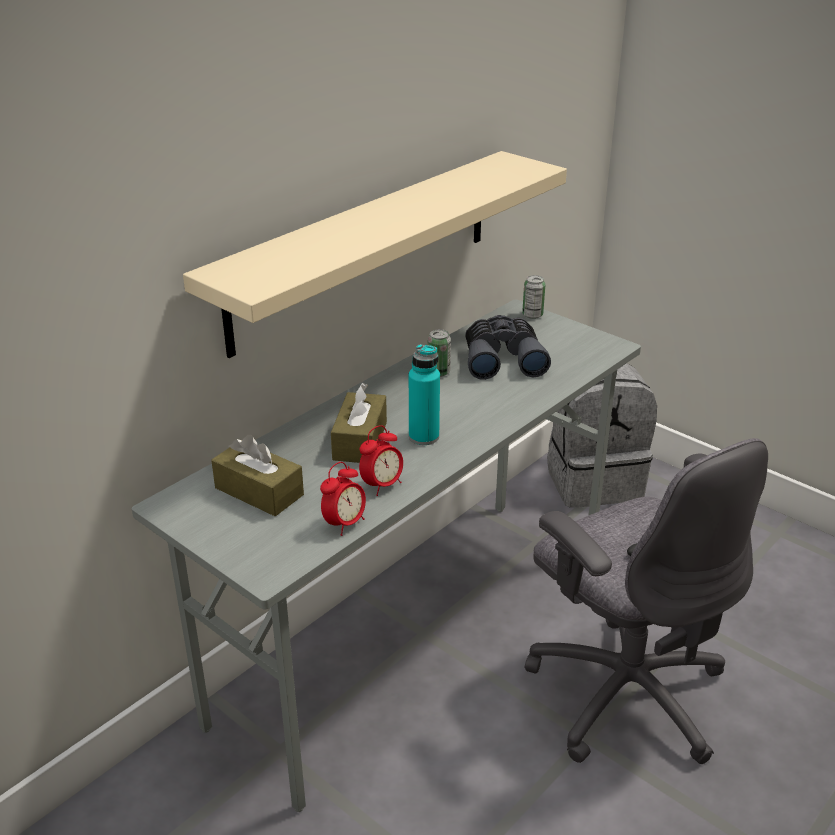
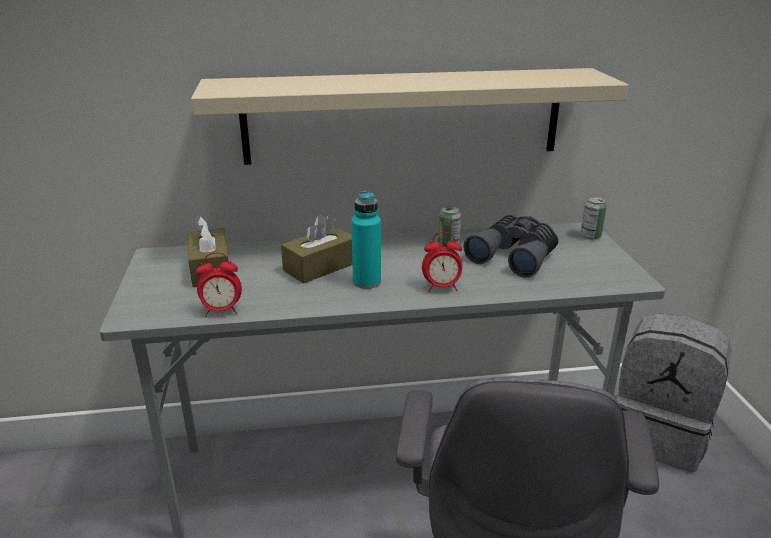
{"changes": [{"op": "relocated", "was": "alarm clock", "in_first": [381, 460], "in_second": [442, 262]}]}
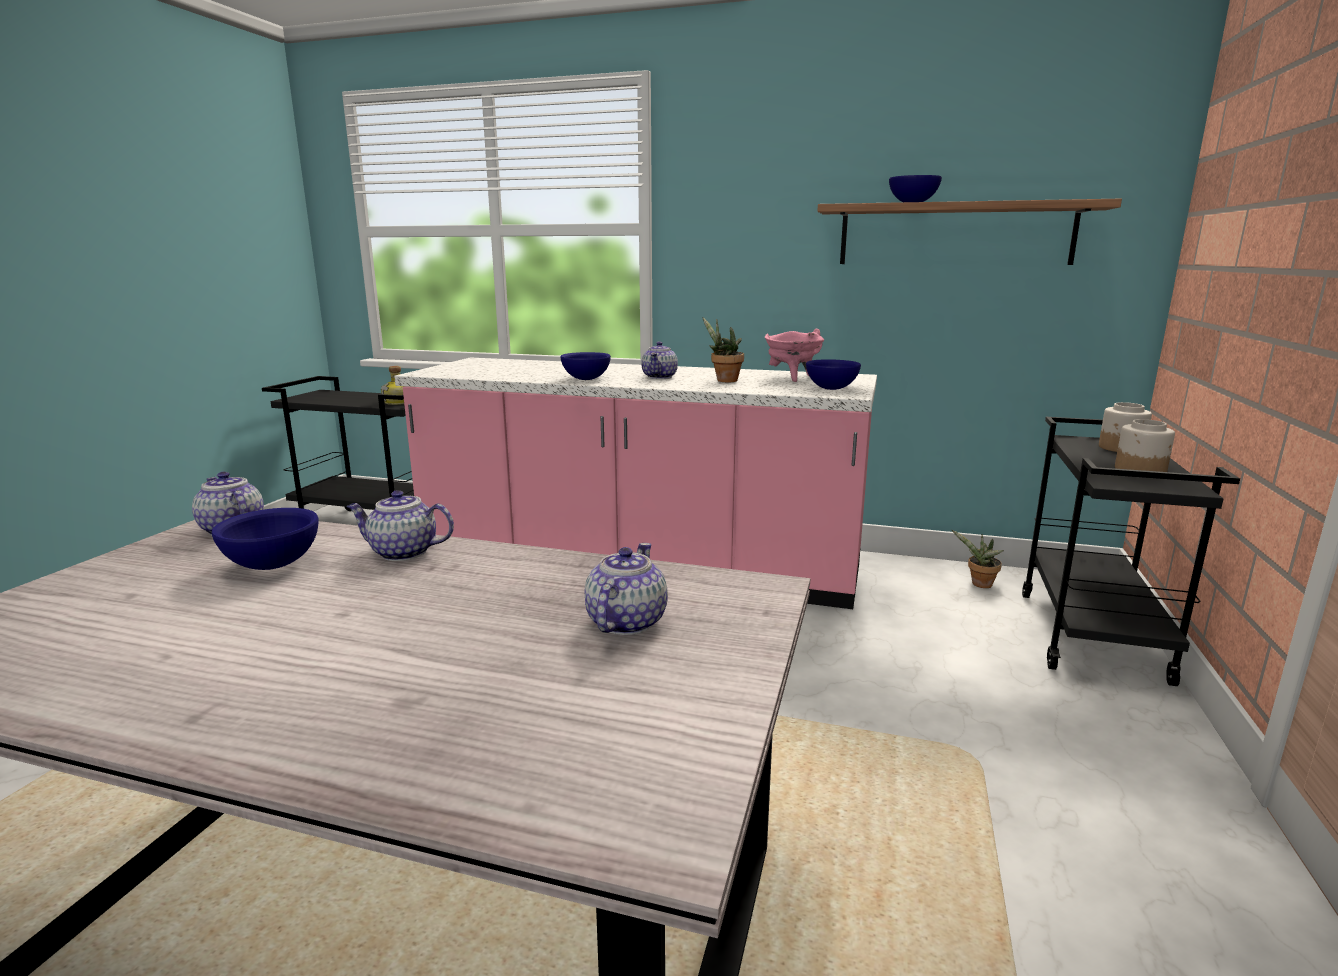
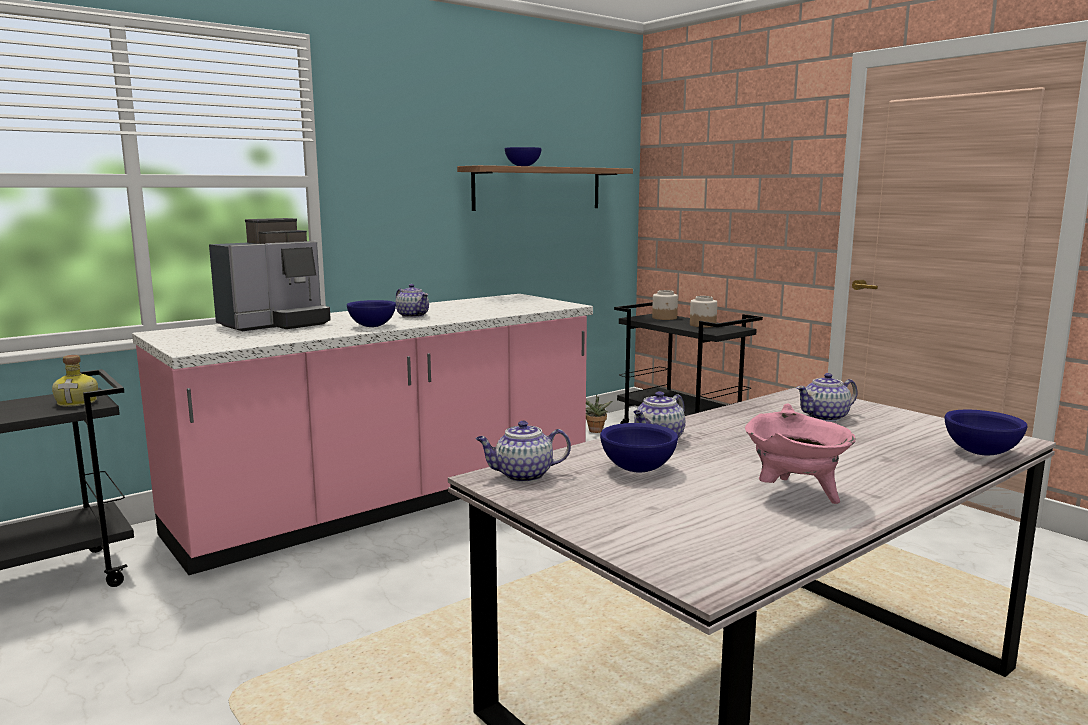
{"changes": [{"op": "appeared", "now": "coffee machine", "in_second": [270, 274]}, {"op": "relocated", "was": "pink cooking pot", "in_first": [794, 355], "in_second": [800, 454]}, {"op": "spun", "was": "teapot", "in_first": [626, 589], "in_second": [826, 397], "clockwise": -75}, {"op": "relocated", "was": "blue bowl", "in_first": [833, 374], "in_second": [986, 432]}, {"op": "missing", "was": "potted plant", "in_first": [723, 350]}]}
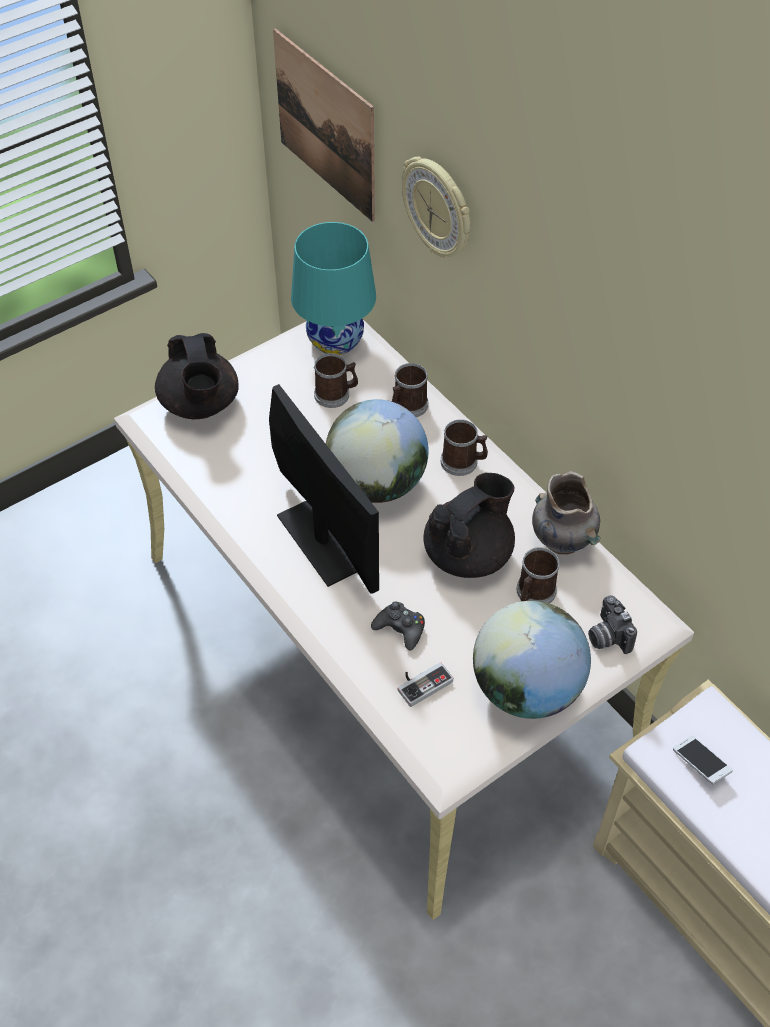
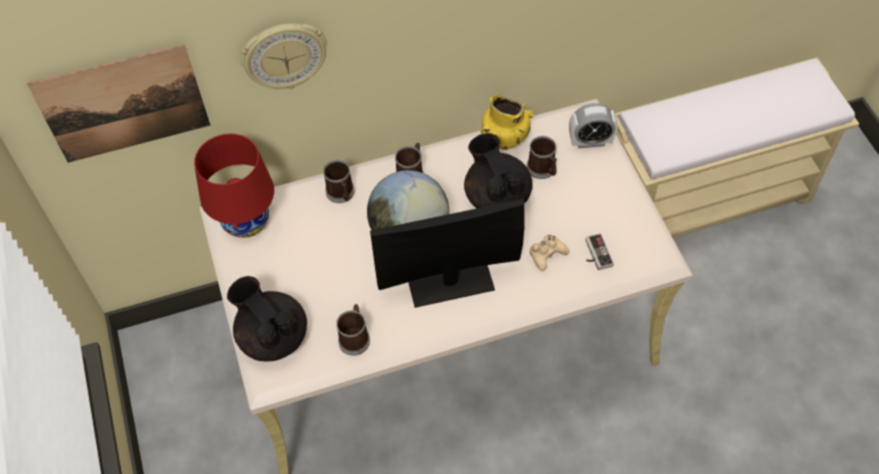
{"changes": [{"op": "colour", "was": "turquoise table lamp", "now": "red table lamp", "in_first": [333, 288], "in_second": [234, 185]}, {"op": "spun", "was": "black teapot", "in_first": [197, 376], "in_second": [267, 319], "clockwise": -135}, {"op": "relocated", "was": "mug", "in_first": [336, 380], "in_second": [353, 330]}, {"op": "colour", "was": "grey vase", "now": "yellow vase", "in_first": [566, 513], "in_second": [507, 121]}, {"op": "colour", "was": "black game controller", "now": "beige game controller", "in_first": [398, 626], "in_second": [549, 253]}, {"op": "exchanged", "was": "photo camera", "now": "alarm clock", "in_first": [612, 624], "in_second": [593, 125]}, {"op": "missing", "was": "globe", "in_first": [532, 660]}, {"op": "missing", "was": "phone", "in_first": [703, 759]}]}
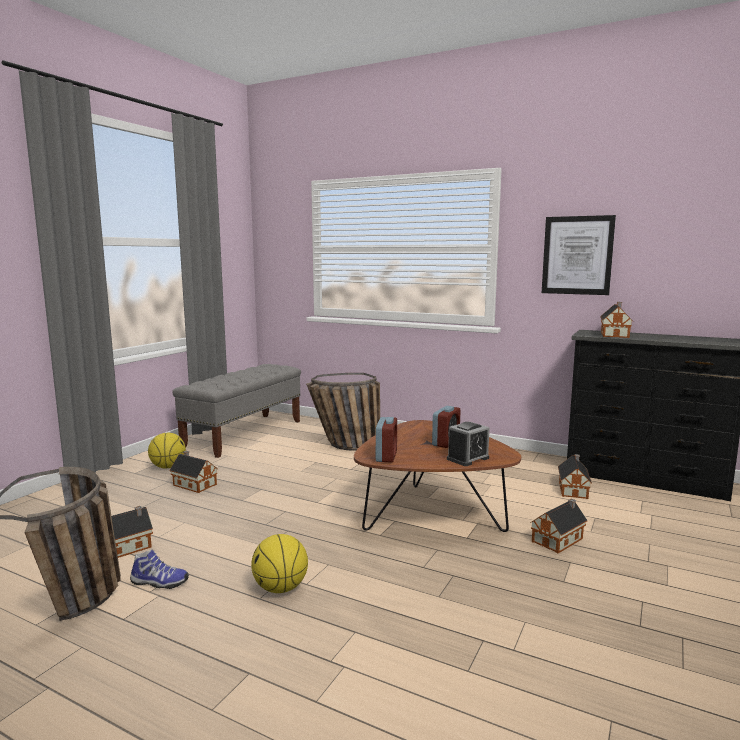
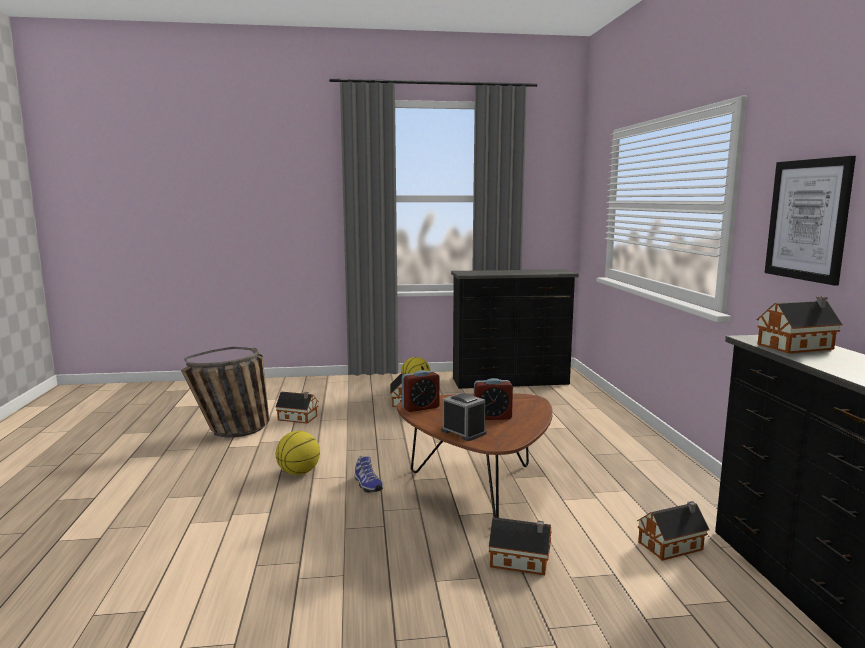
{"changes": [{"op": "relocated", "was": "shoe", "in_first": [159, 569], "in_second": [369, 474]}, {"op": "spun", "was": "alarm clock", "in_first": [468, 444], "in_second": [464, 417], "clockwise": -150}, {"op": "exchanged", "was": "grey bench", "now": "black dresser", "in_first": [236, 411], "in_second": [515, 329]}, {"op": "missing", "was": "basket", "in_first": [343, 411]}]}
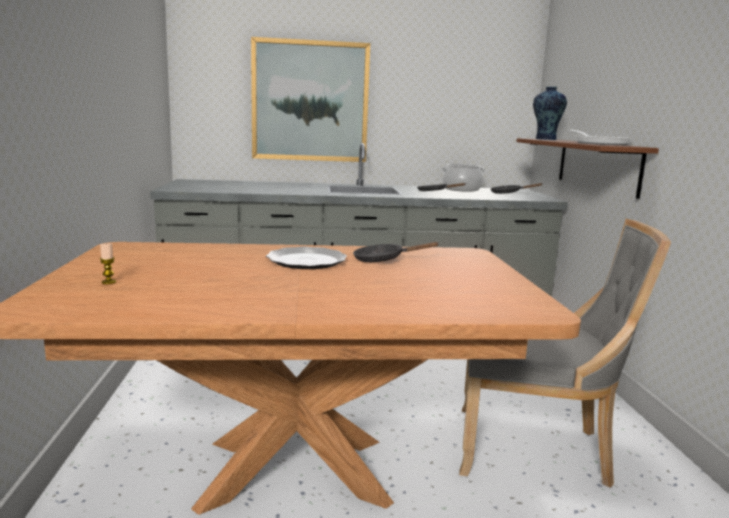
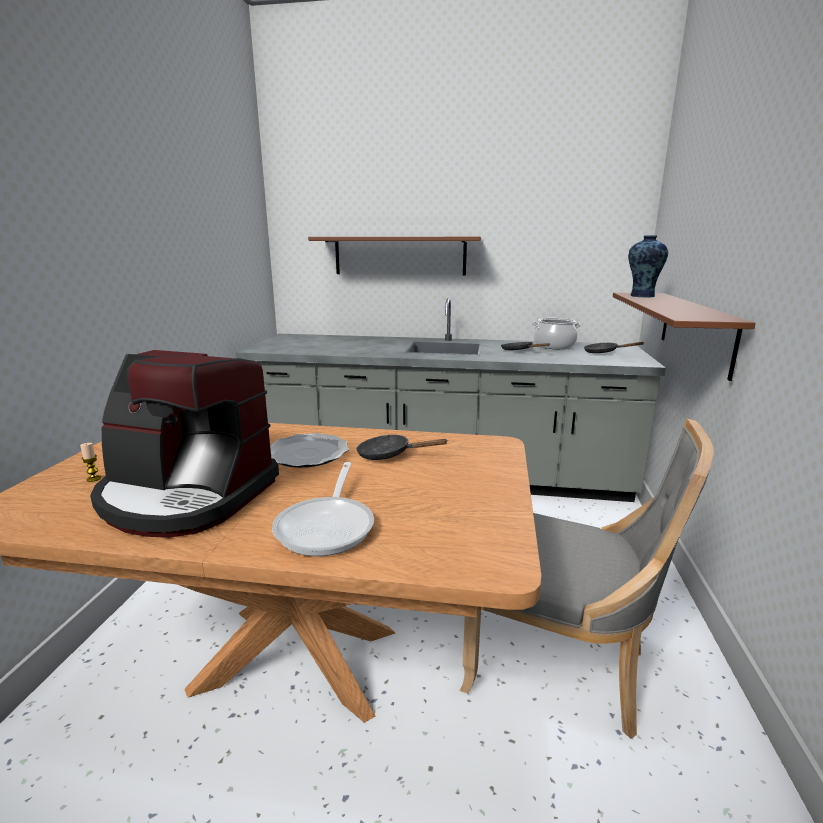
{"changes": [{"op": "appeared", "now": "coffee machine", "in_second": [184, 444]}, {"op": "relocated", "was": "frying pan", "in_first": [601, 137], "in_second": [323, 509]}, {"op": "exchanged", "was": "picture", "now": "brown shelf", "in_first": [310, 99], "in_second": [394, 256]}]}
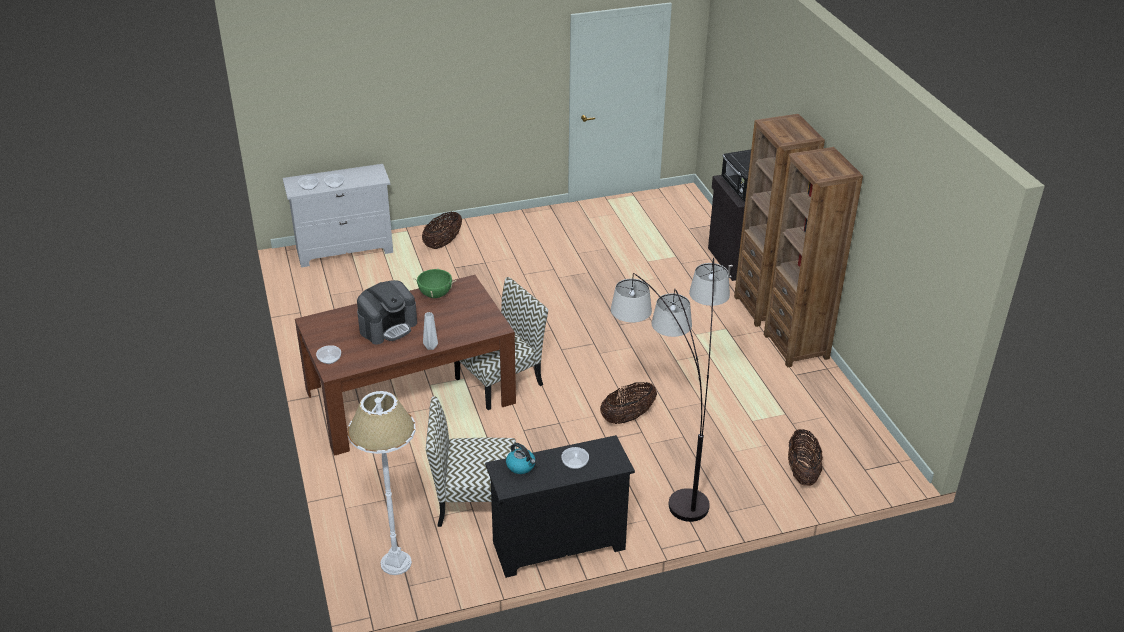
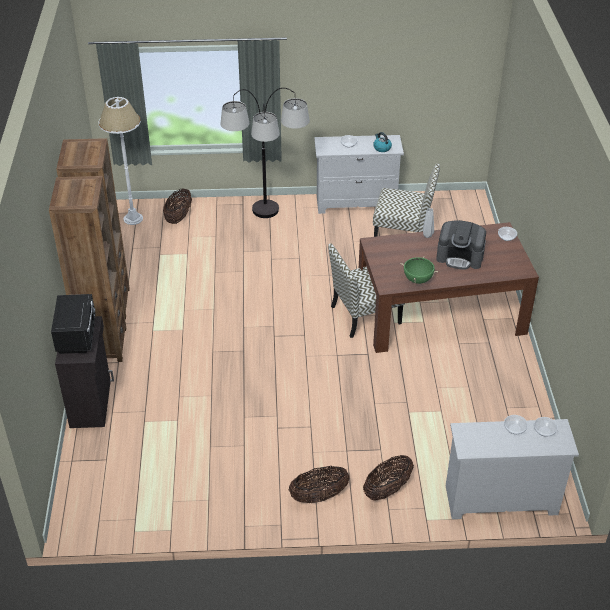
{"changes": [{"op": "relocated", "was": "white floor lamp", "in_first": [382, 483], "in_second": [120, 161]}, {"op": "relocated", "was": "basket", "in_first": [628, 403], "in_second": [319, 484]}, {"op": "colour", "was": "black dresser", "now": "white dresser", "in_first": [560, 506], "in_second": [359, 174]}, {"op": "spun", "was": "coffee machine", "in_first": [387, 312], "in_second": [461, 245], "clockwise": -135}]}
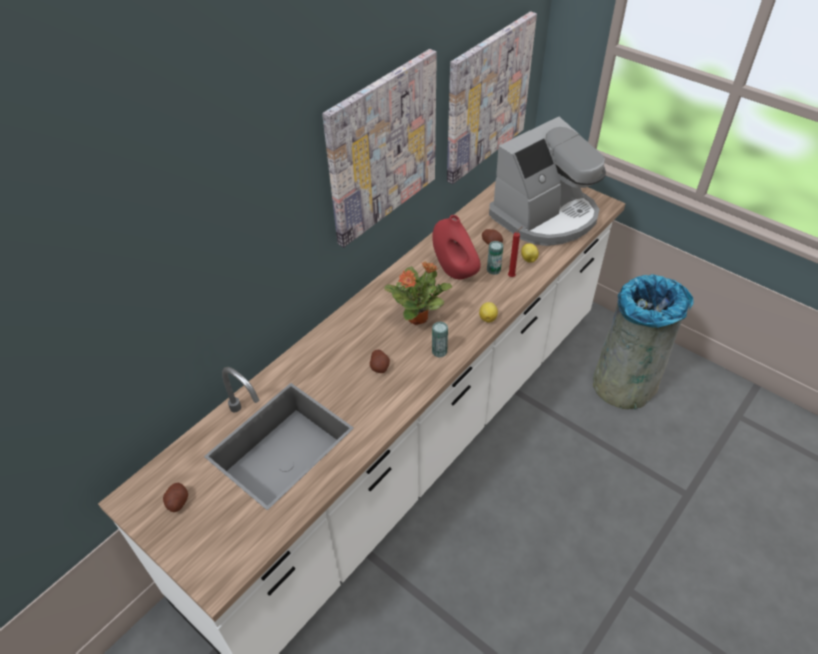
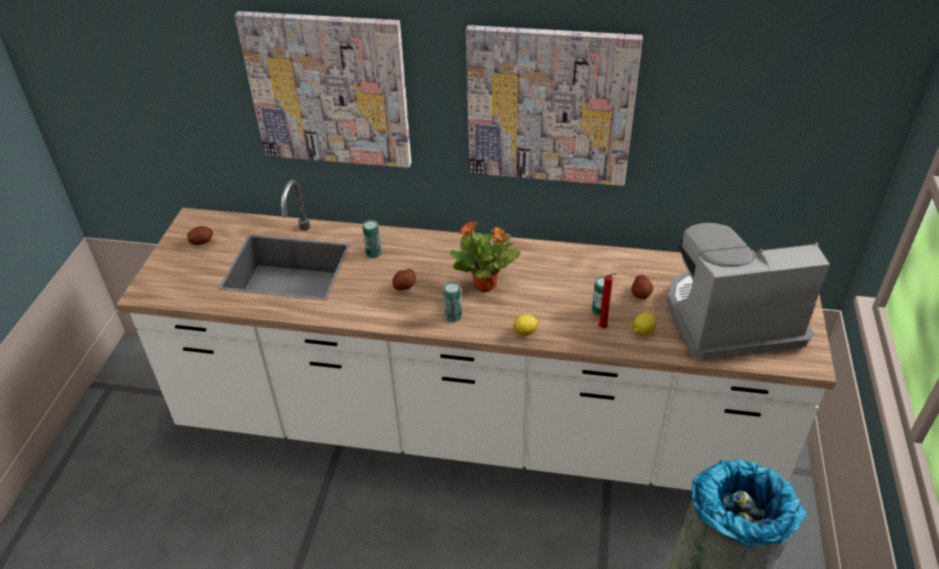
{"changes": [{"op": "relocated", "was": "picture", "in_first": [492, 97], "in_second": [323, 89]}, {"op": "appeared", "now": "can", "in_second": [372, 239]}, {"op": "spun", "was": "coffee machine", "in_first": [547, 181], "in_second": [748, 292], "clockwise": 150}, {"op": "missing", "was": "red vase", "in_first": [456, 247]}]}
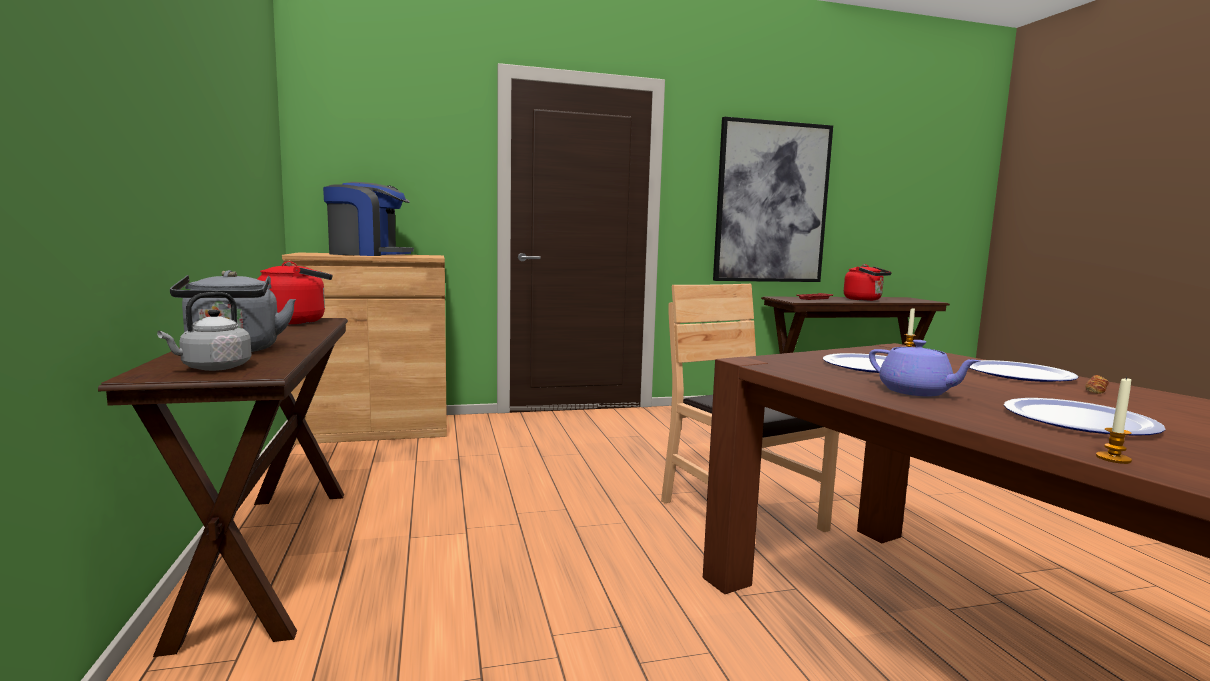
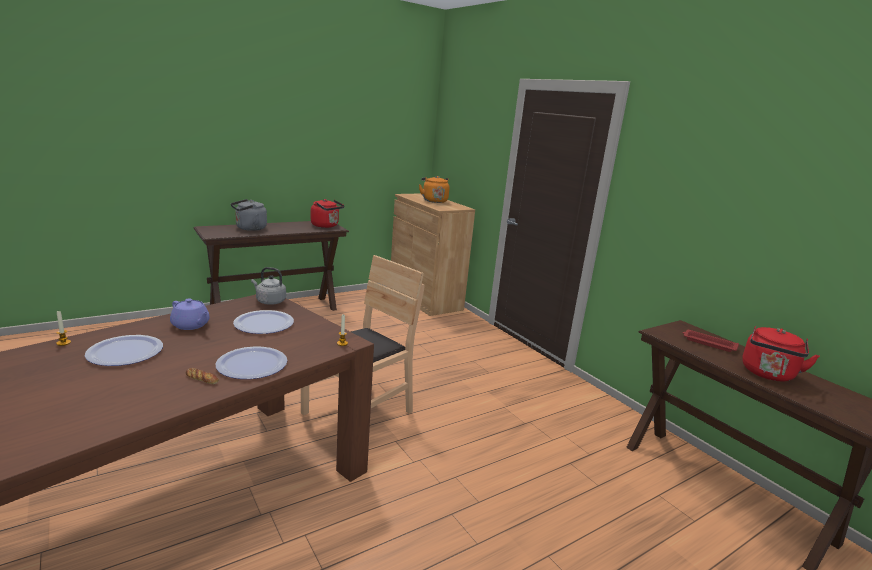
{"changes": [{"op": "spun", "was": "purple teapot", "in_first": [924, 368], "in_second": [190, 314], "clockwise": -90}, {"op": "relocated", "was": "grey kettle", "in_first": [204, 331], "in_second": [268, 286]}, {"op": "exchanged", "was": "coffee machine", "now": "orange kettle", "in_first": [368, 219], "in_second": [434, 189]}, {"op": "missing", "was": "picture", "in_first": [773, 199]}]}
